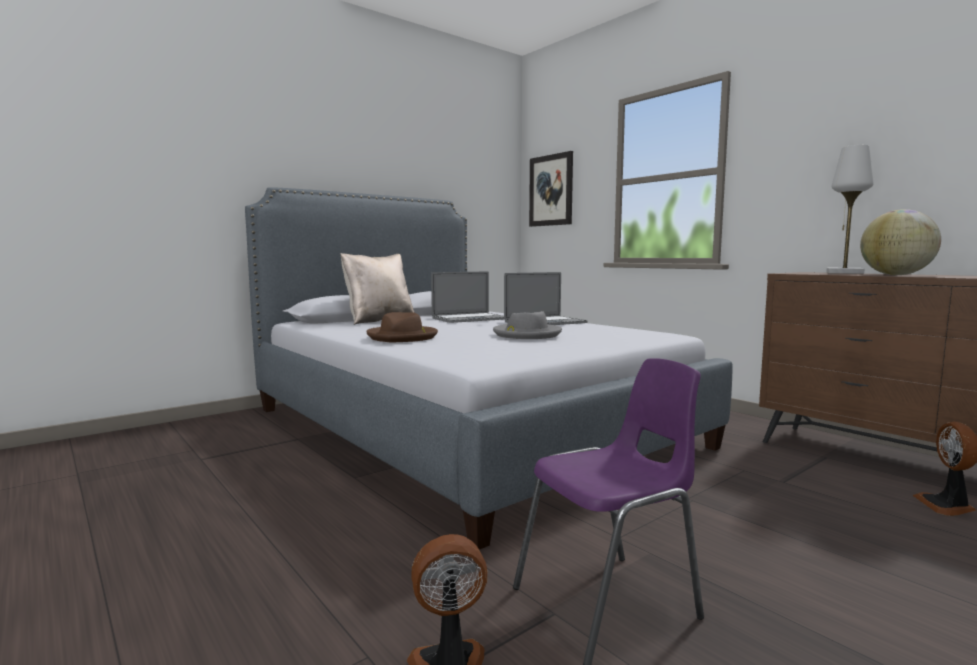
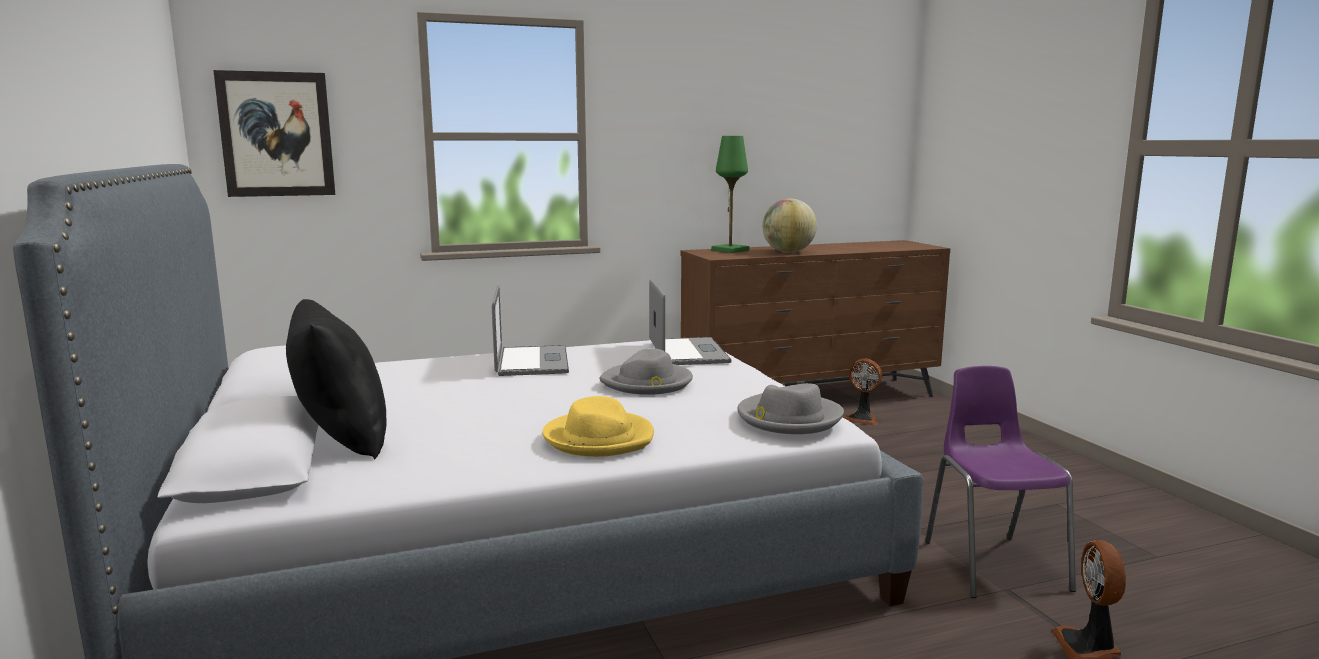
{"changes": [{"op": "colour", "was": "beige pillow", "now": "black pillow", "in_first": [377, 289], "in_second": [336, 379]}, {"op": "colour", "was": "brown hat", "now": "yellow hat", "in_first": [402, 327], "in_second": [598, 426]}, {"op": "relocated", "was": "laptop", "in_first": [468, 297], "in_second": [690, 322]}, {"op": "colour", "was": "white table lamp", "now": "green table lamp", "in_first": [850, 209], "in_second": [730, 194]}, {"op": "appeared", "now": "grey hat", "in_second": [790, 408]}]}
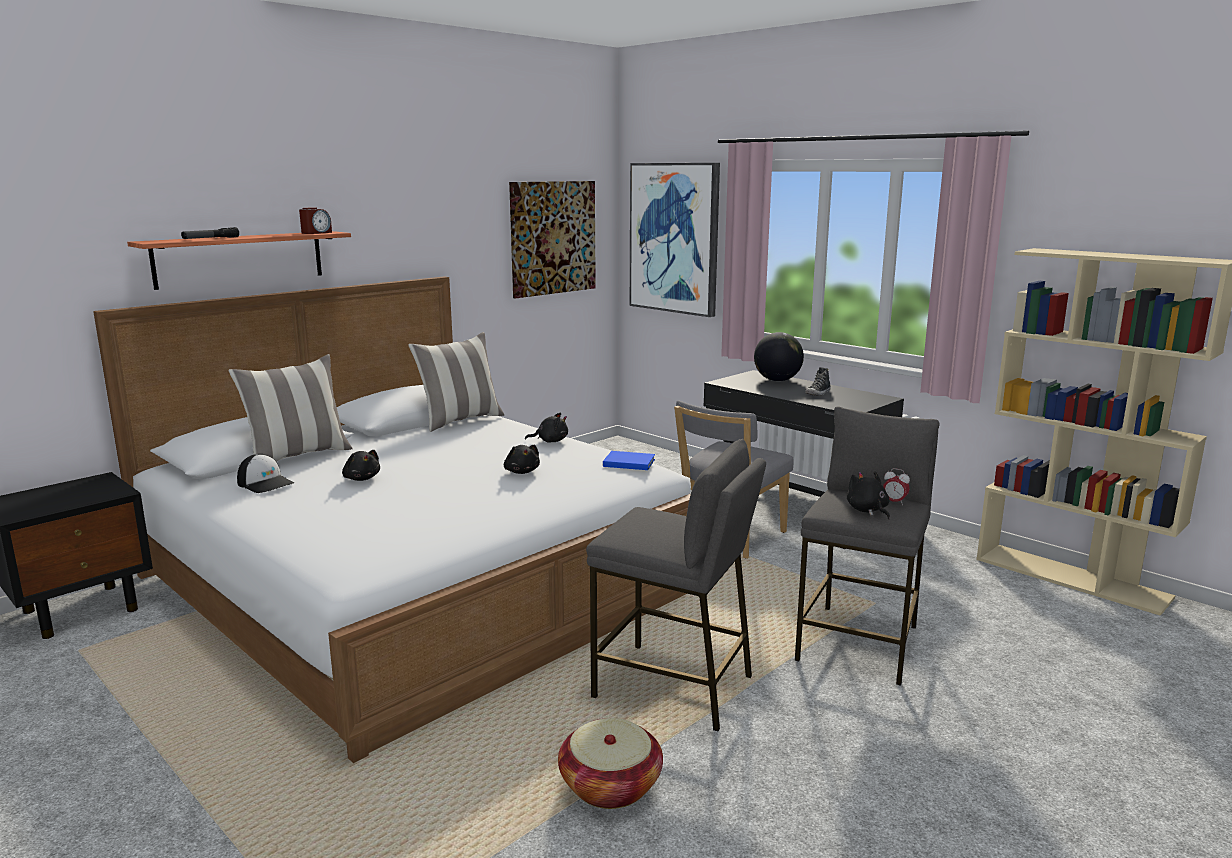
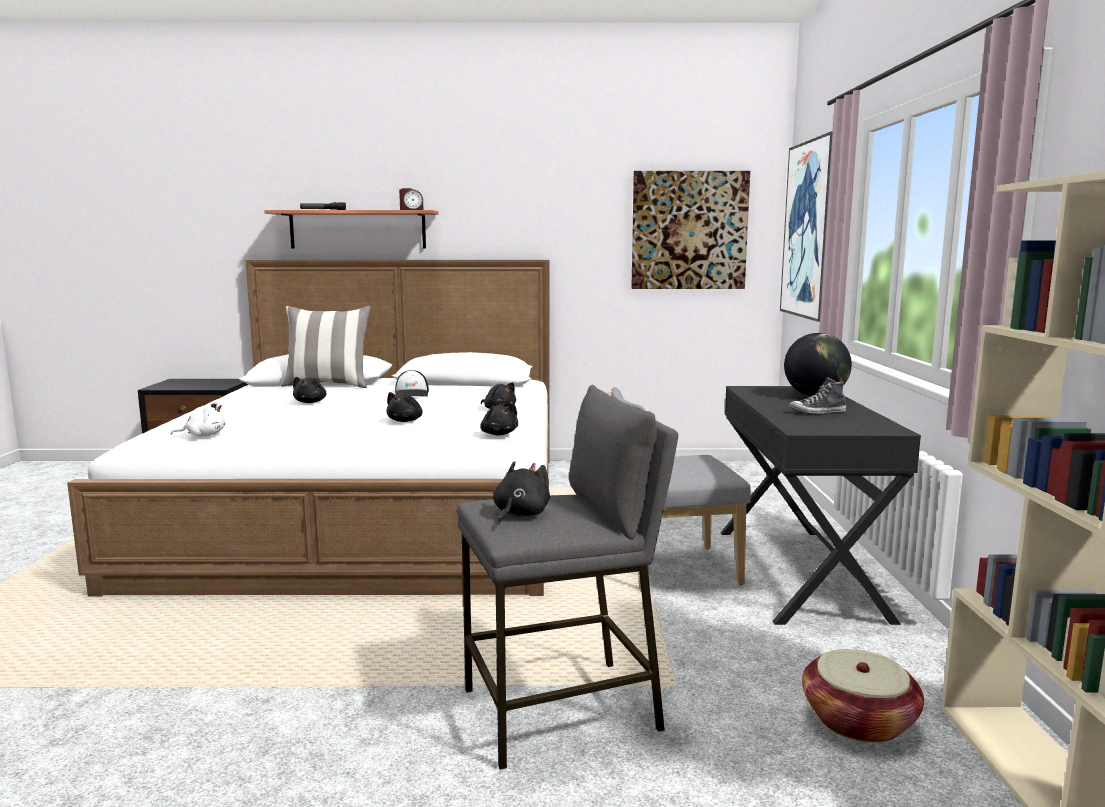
{"changes": [{"op": "appeared", "now": "white plush toy", "in_second": [198, 419]}, {"op": "relocated", "was": "cap", "in_first": [265, 473], "in_second": [412, 383]}, {"op": "exchanged", "was": "blue book", "now": "black plush toy", "in_first": [629, 460], "in_second": [499, 419]}, {"op": "relocated", "was": "basket", "in_first": [610, 763], "in_second": [863, 696]}, {"op": "missing", "was": "pillow", "in_first": [456, 382]}, {"op": "missing", "was": "grey stool", "in_first": [676, 585]}, {"op": "missing", "was": "alarm clock", "in_first": [896, 487]}]}
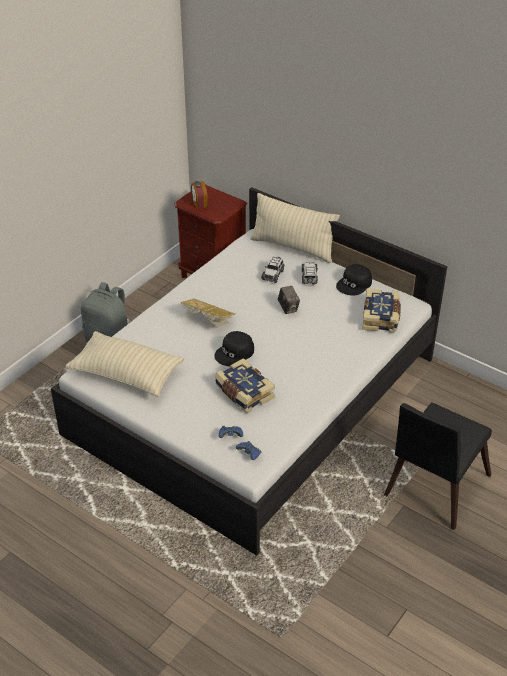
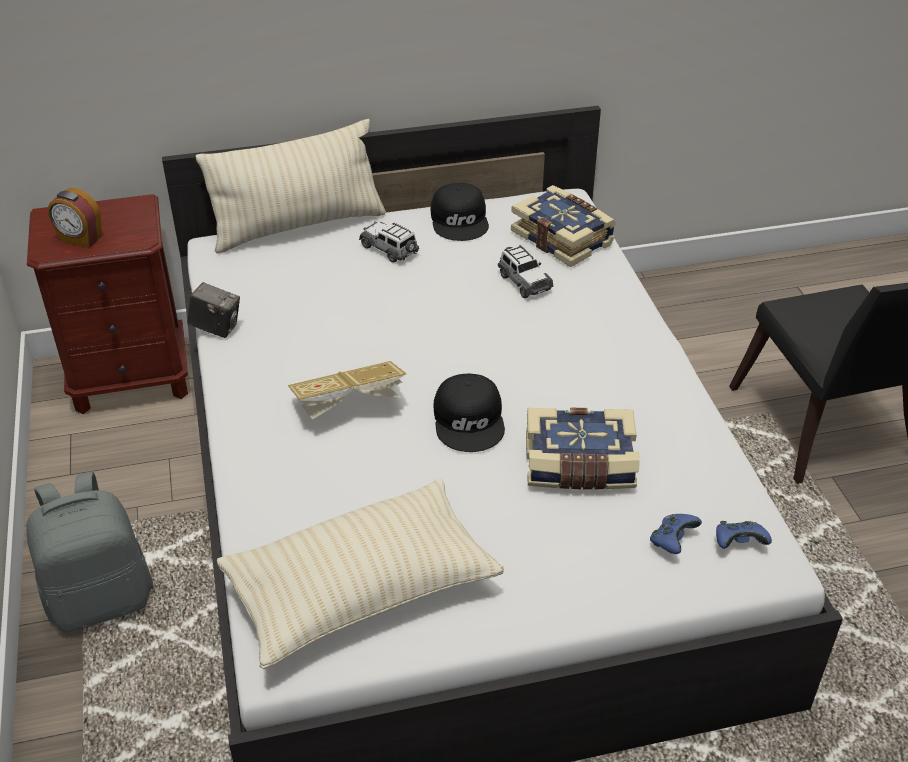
{"changes": [{"op": "relocated", "was": "photo camera", "in_first": [289, 300], "in_second": [213, 310]}, {"op": "relocated", "was": "toy car", "in_first": [273, 269], "in_second": [526, 271]}]}
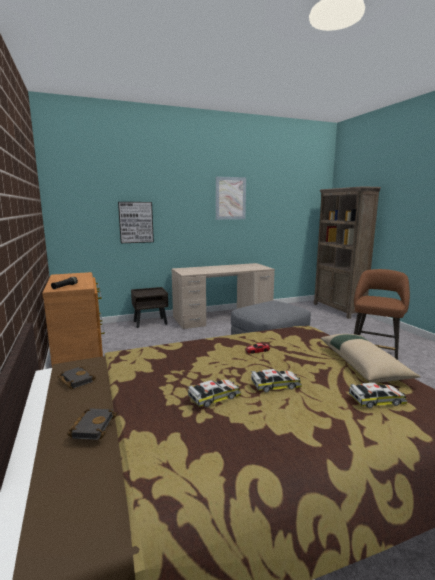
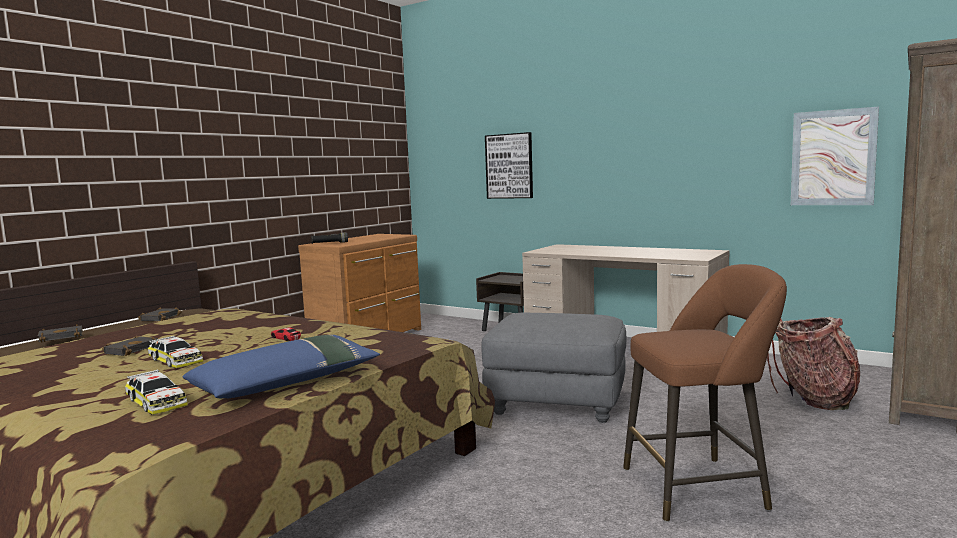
{"changes": [{"op": "exchanged", "was": "toy car", "now": "black book", "in_first": [214, 393], "in_second": [130, 345]}, {"op": "colour", "was": "beige pillow", "now": "blue pillow", "in_first": [371, 358], "in_second": [281, 366]}, {"op": "appeared", "now": "backpack", "in_second": [813, 363]}, {"op": "relocated", "was": "picture", "in_first": [231, 198], "in_second": [835, 156]}]}
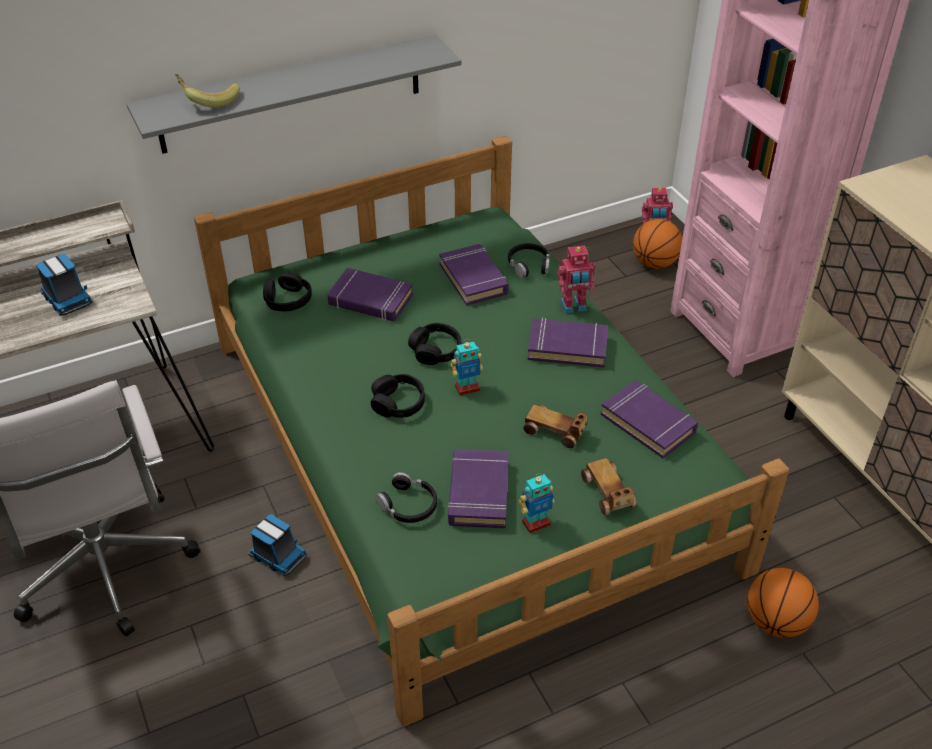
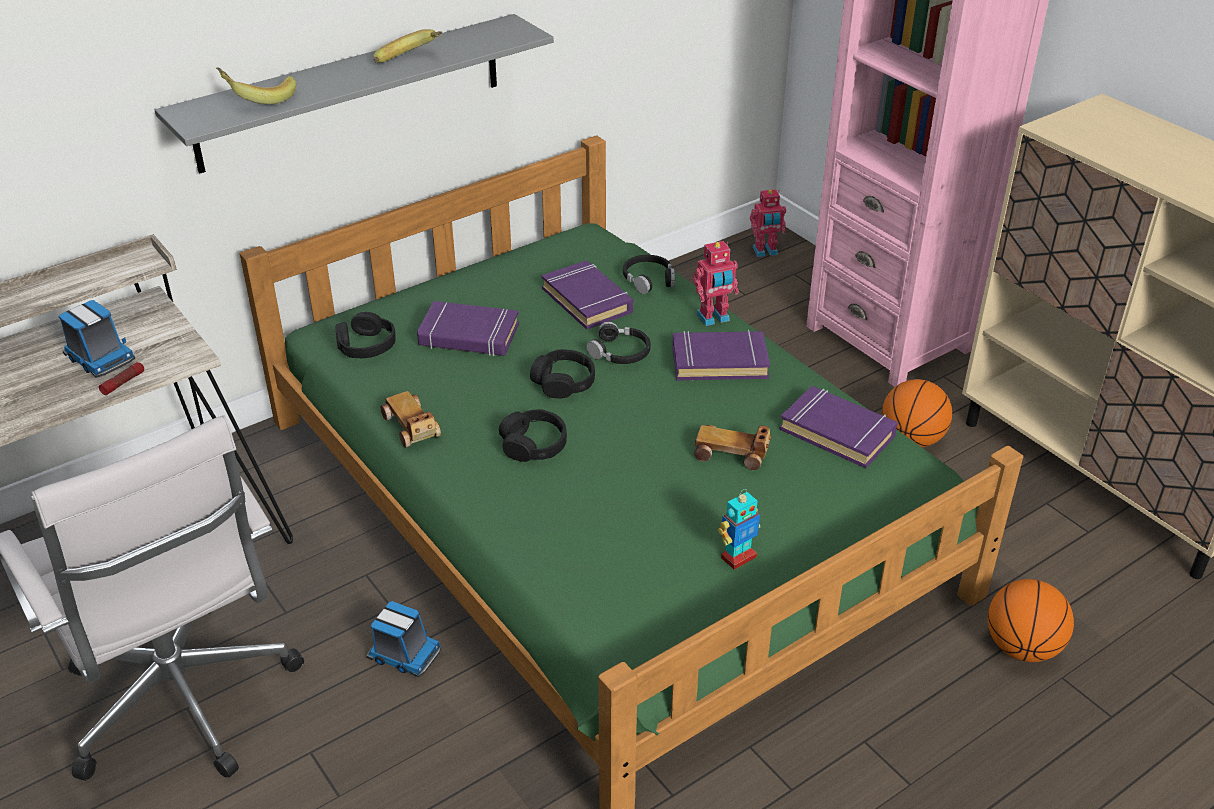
{"changes": [{"op": "appeared", "now": "flashlight", "in_second": [121, 378]}, {"op": "appeared", "now": "banana", "in_second": [407, 46]}, {"op": "relocated", "was": "toy car", "in_first": [609, 486], "in_second": [411, 419]}, {"op": "relocated", "was": "black headphones", "in_first": [406, 497], "in_second": [619, 343]}, {"op": "relocated", "was": "basketball", "in_first": [657, 244], "in_second": [917, 413]}, {"op": "missing", "was": "purple book", "in_first": [478, 488]}, {"op": "missing", "was": "toy robot", "in_first": [466, 367]}]}
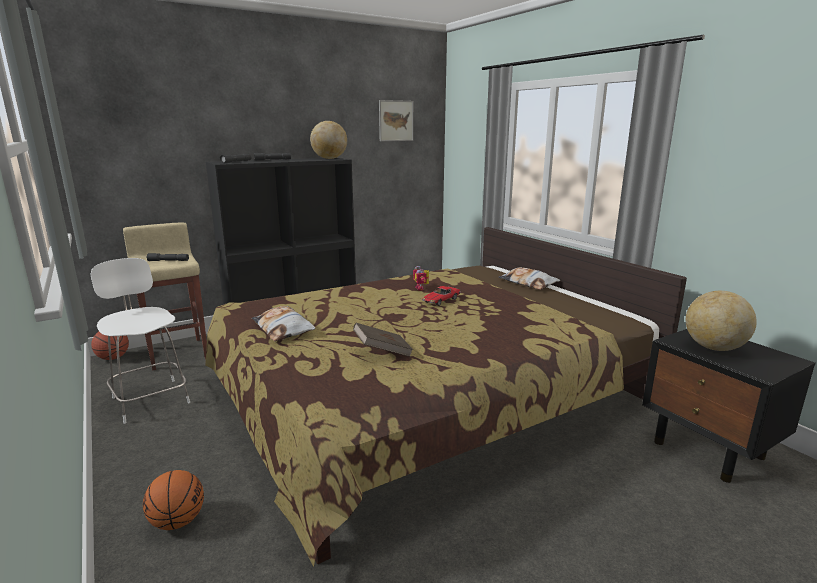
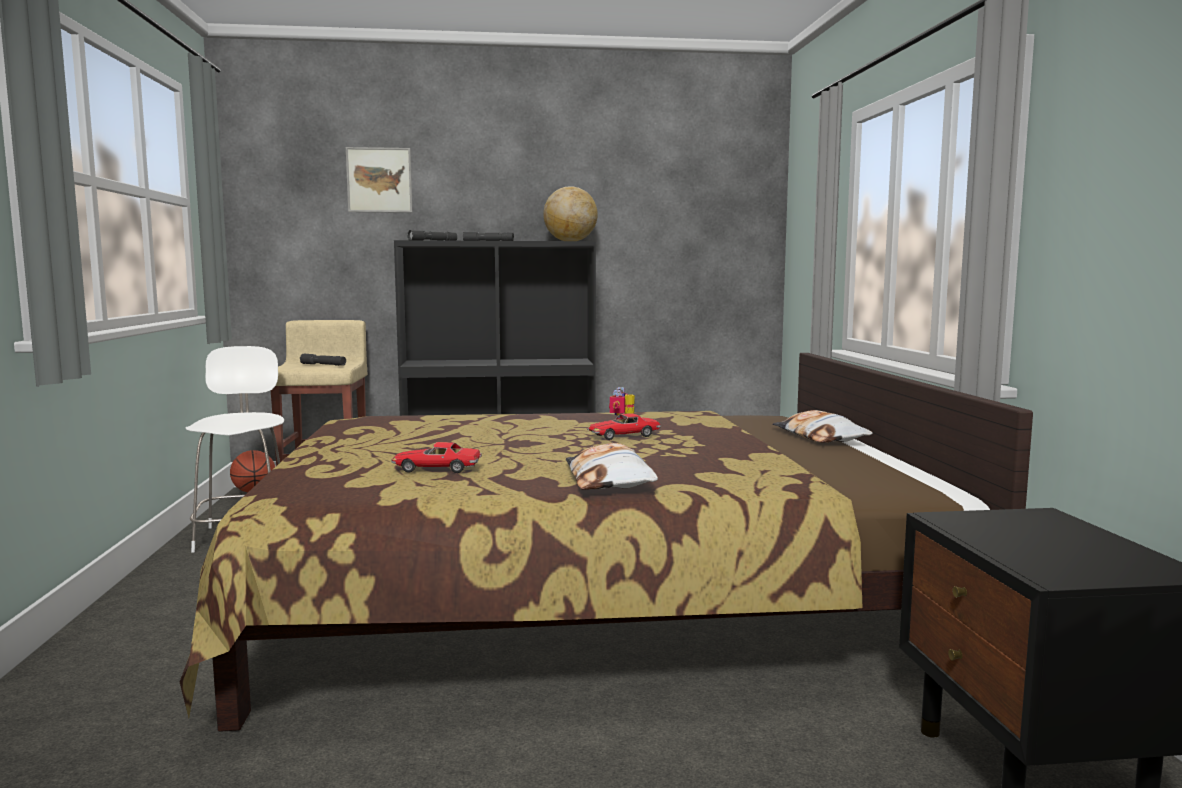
{"changes": [{"op": "relocated", "was": "picture", "in_first": [396, 120], "in_second": [379, 180]}, {"op": "exchanged", "was": "brown book", "now": "toy car", "in_first": [383, 340], "in_second": [436, 457]}, {"op": "relocated", "was": "pillow", "in_first": [283, 323], "in_second": [612, 466]}, {"op": "missing", "was": "basketball", "in_first": [173, 500]}, {"op": "missing", "was": "globe", "in_first": [721, 321]}]}
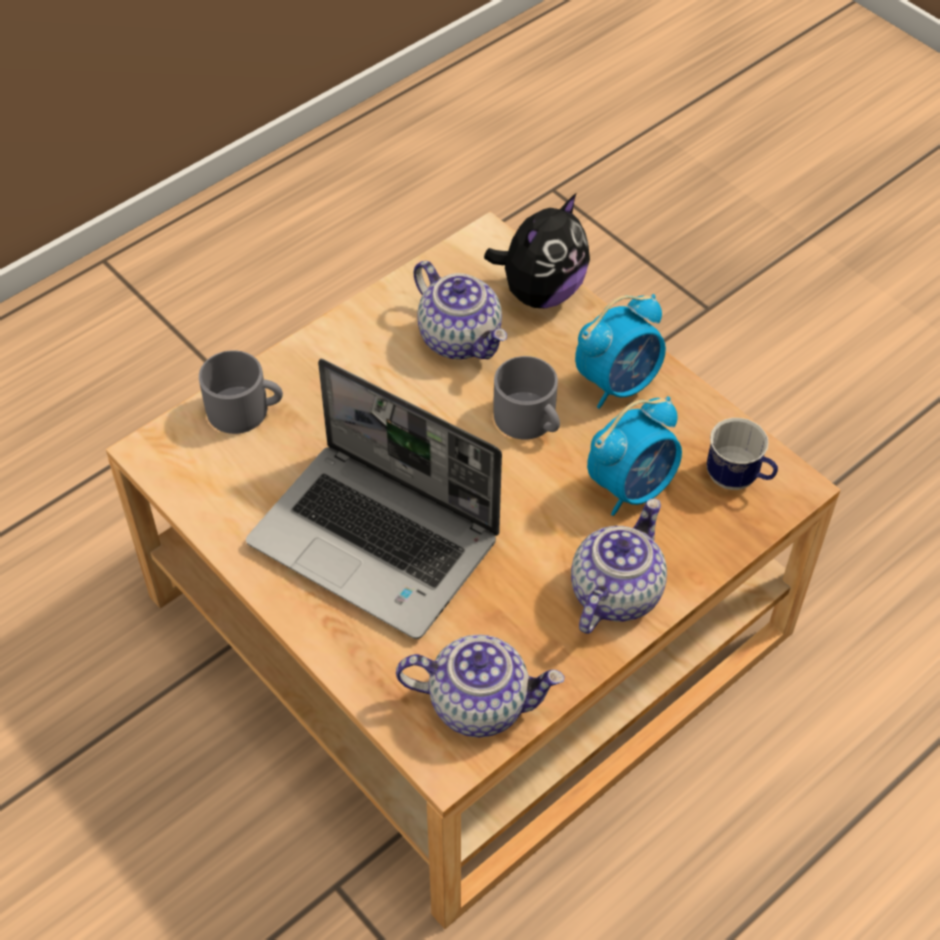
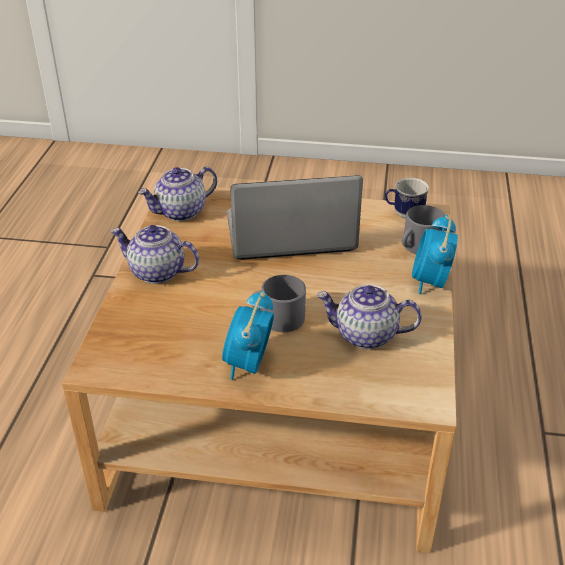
{"changes": [{"op": "spun", "was": "teapot", "in_first": [619, 566], "in_second": [155, 254], "clockwise": 120}, {"op": "relocated", "was": "mug", "in_first": [742, 454], "in_second": [407, 198]}, {"op": "relocated", "was": "alarm clock", "in_first": [634, 456], "in_second": [435, 254]}, {"op": "missing", "was": "plush toy", "in_first": [537, 251]}]}
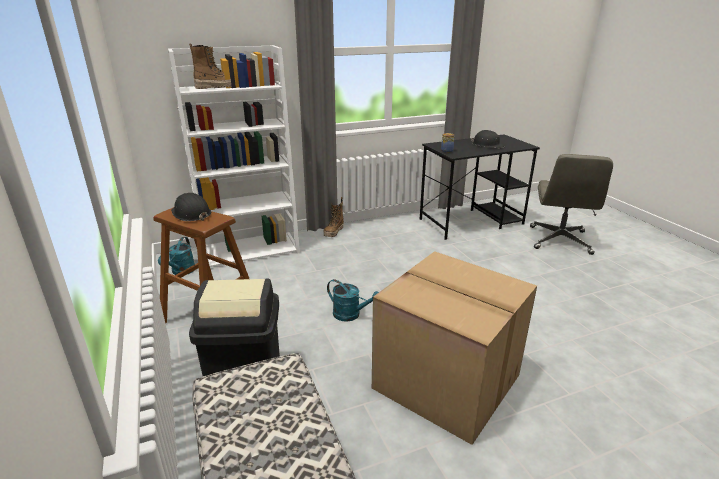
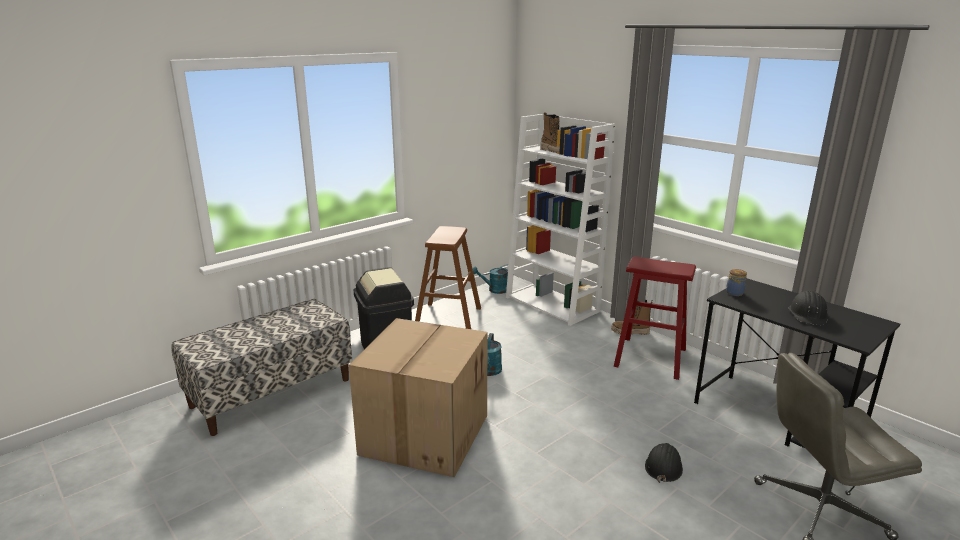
{"changes": [{"op": "appeared", "now": "red stool", "in_second": [655, 318]}, {"op": "relocated", "was": "black hard hat", "in_first": [191, 207], "in_second": [664, 463]}]}
